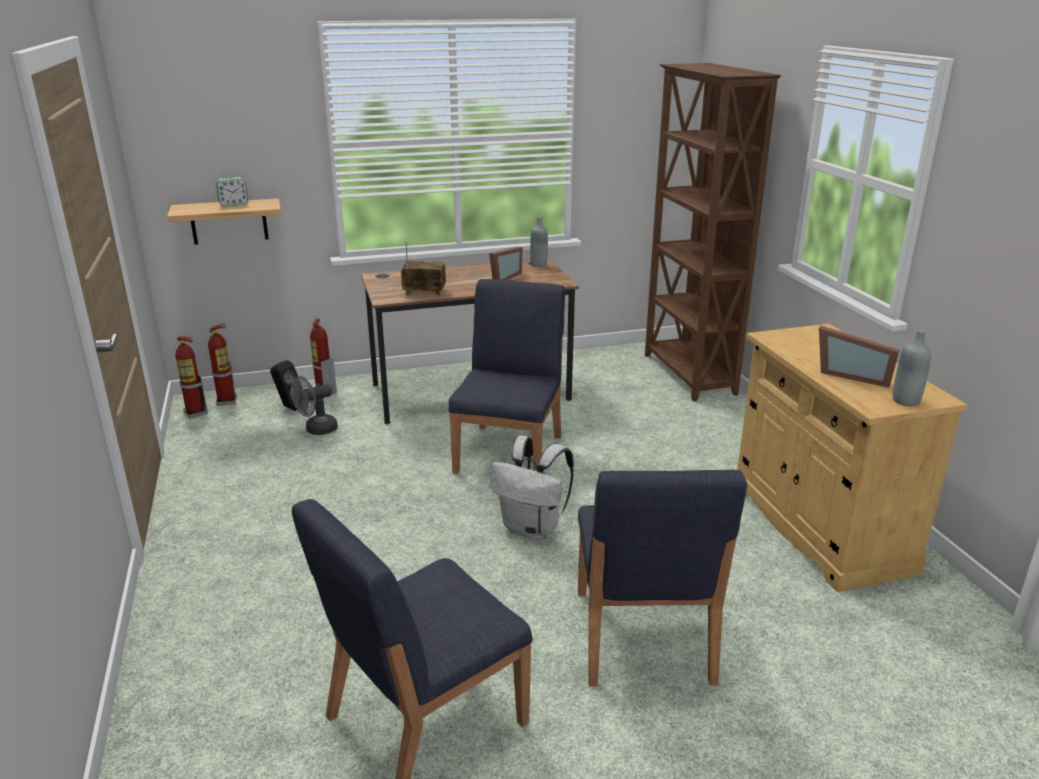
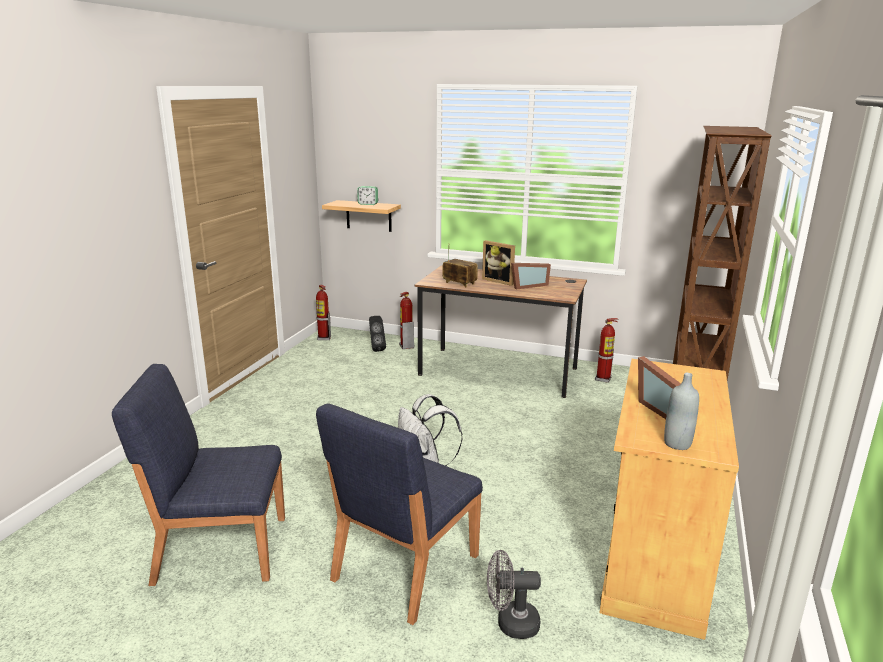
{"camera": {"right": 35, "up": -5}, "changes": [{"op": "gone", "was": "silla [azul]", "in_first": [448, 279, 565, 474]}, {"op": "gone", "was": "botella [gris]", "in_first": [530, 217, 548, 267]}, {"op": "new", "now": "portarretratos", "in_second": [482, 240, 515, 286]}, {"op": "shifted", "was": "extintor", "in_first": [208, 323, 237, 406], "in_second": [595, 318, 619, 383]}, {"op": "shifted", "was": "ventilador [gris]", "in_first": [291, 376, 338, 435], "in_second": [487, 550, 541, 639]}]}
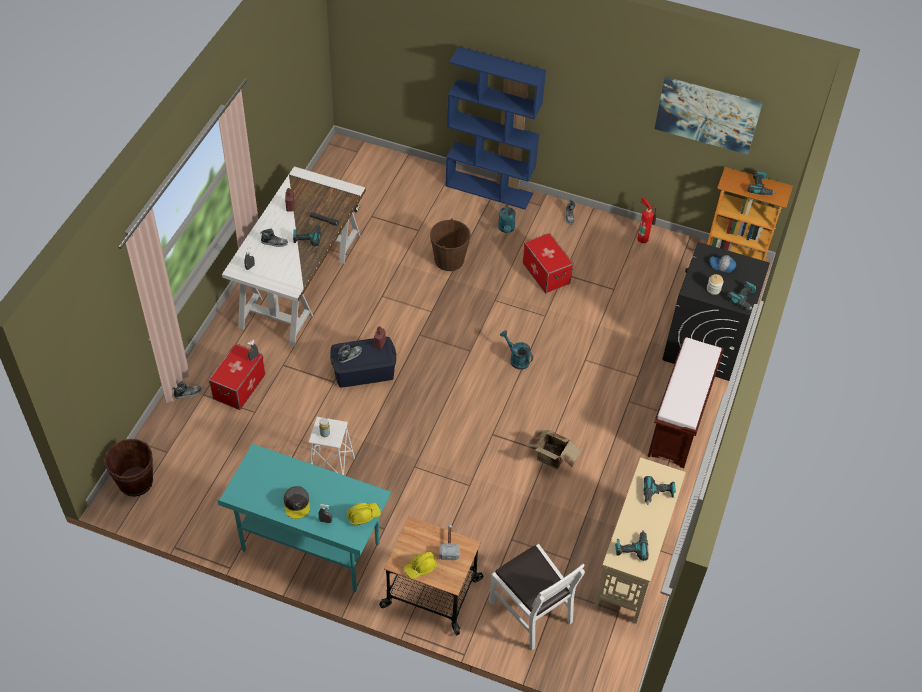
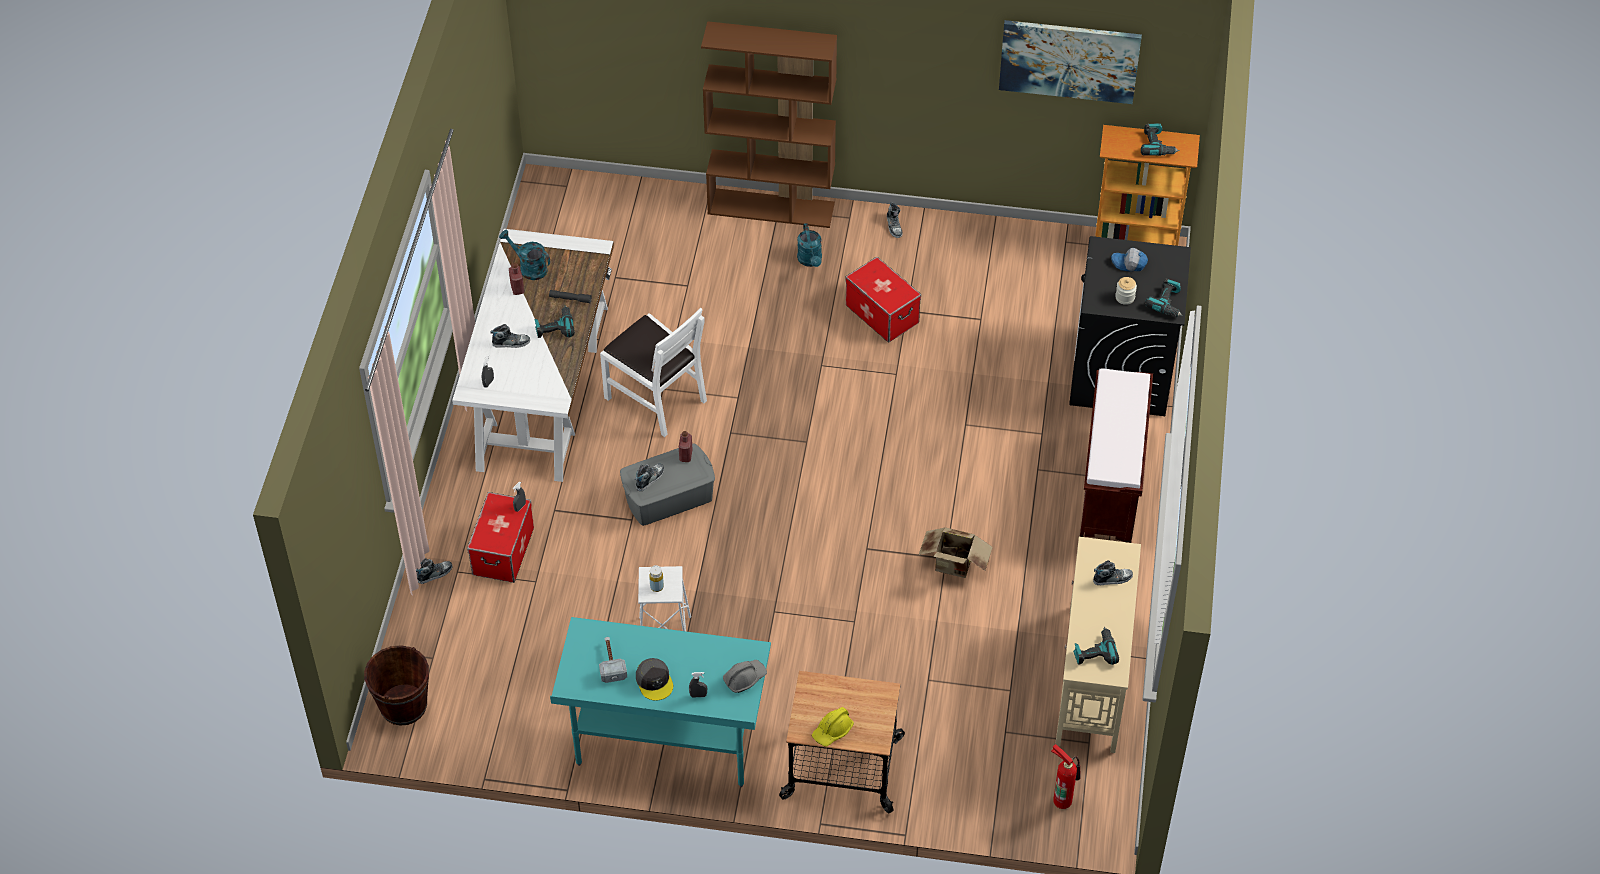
{"camera": {"right": -10, "up": 0}, "changes": [{"op": "gone", "was": "cubo [marrón]", "in_first": [430, 219, 471, 271]}, {"op": "shifted", "was": "martillo", "in_first": [439, 524, 459, 560], "in_second": [599, 637, 627, 683]}, {"op": "shifted", "was": "silla [blanco]", "in_first": [489, 544, 585, 650], "in_second": [600, 308, 707, 437]}, {"op": "shifted", "was": "regadera [turquesa]", "in_first": [500, 330, 533, 370], "in_second": [499, 230, 550, 280]}, {"op": "shifted", "was": "extintor", "in_first": [637, 197, 656, 243], "in_second": [1051, 744, 1081, 809]}, {"op": "swapped", "was": "taladro", "now": "zapato", "in_first": [644, 476, 676, 505], "in_second": [1093, 560, 1133, 585]}, {"op": "repainted", "was": "caja de almacenaje [azul]", "now": "caja de almacenaje [gris]", "in_first": [330, 337, 396, 388], "in_second": [620, 444, 715, 526]}, {"op": "repainted", "was": "casco [amarillo]", "now": "casco [gris]", "in_first": [347, 503, 381, 525], "in_second": [723, 660, 767, 693]}, {"op": "repainted", "was": "estantería [azul]", "now": "estantería [marrón]", "in_first": [446, 46, 546, 210], "in_second": [701, 21, 837, 228]}]}
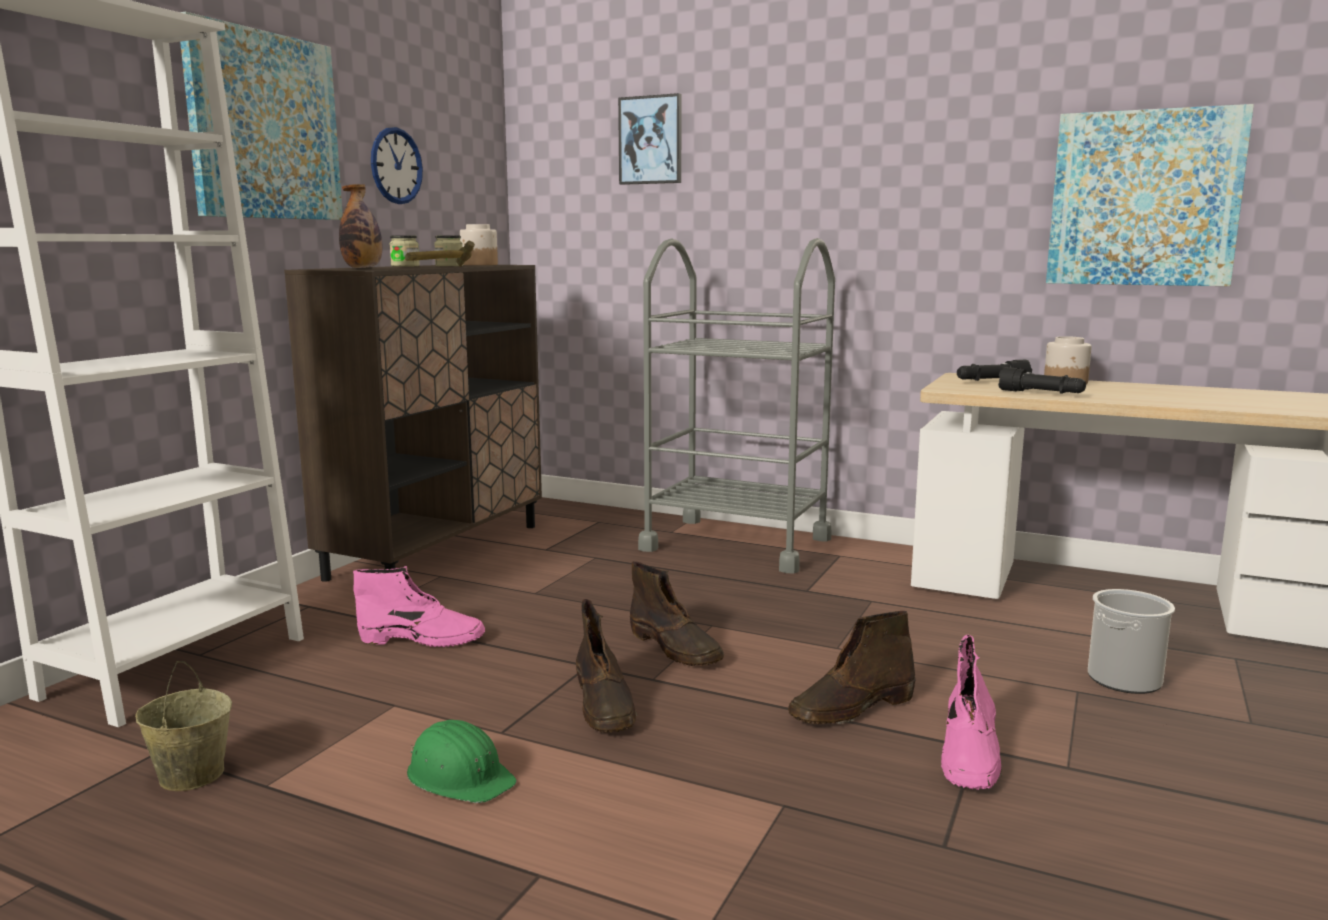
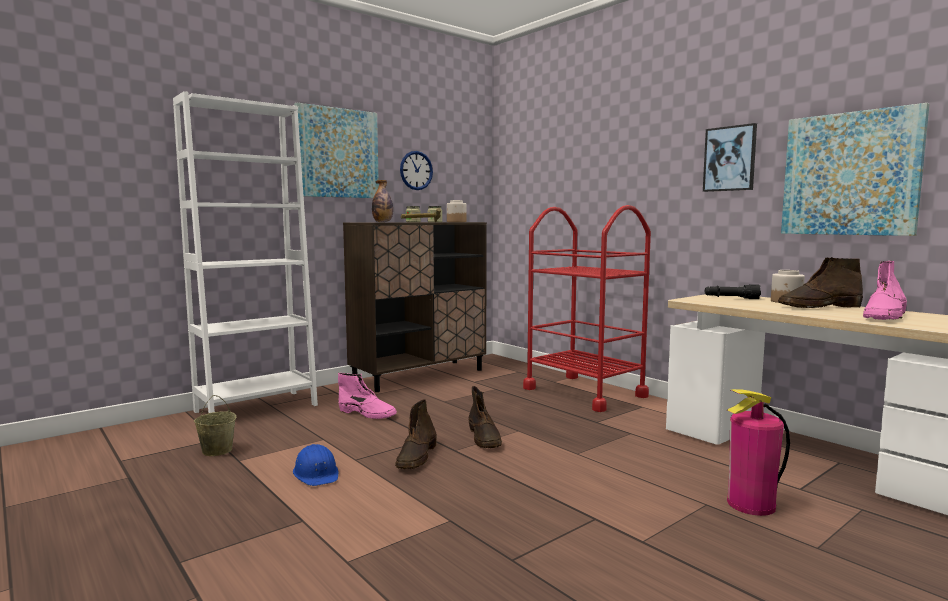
{"camera": {"right": 25, "up": -5}, "changes": [{"op": "gone", "was": "linterna [negro]", "in_first": [998, 367, 1086, 394]}, {"op": "shifted", "was": "cuadro", "in_first": [618, 93, 682, 185], "in_second": [703, 123, 757, 192]}, {"op": "shifted", "was": "bota [marrón]", "in_first": [788, 611, 916, 724], "in_second": [778, 257, 863, 308]}, {"op": "shifted", "was": "bota [rosa]", "in_first": [941, 635, 1002, 790], "in_second": [863, 261, 907, 320]}, {"op": "swapped", "was": "cubo", "now": "extintor", "in_first": [1088, 589, 1175, 694], "in_second": [727, 389, 790, 516]}, {"op": "repainted", "was": "casco [verde]", "now": "casco [azul]", "in_first": [407, 720, 517, 803], "in_second": [293, 444, 339, 486]}, {"op": "repainted", "was": "carrito [gris]", "now": "carrito [rojo]", "in_first": [638, 238, 835, 574], "in_second": [523, 205, 651, 412]}]}
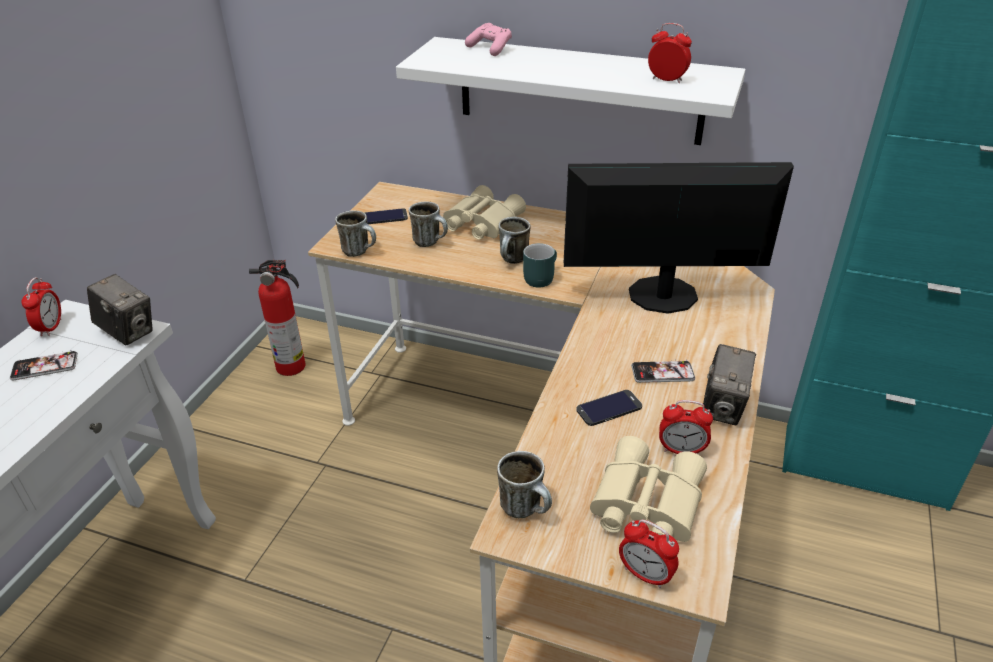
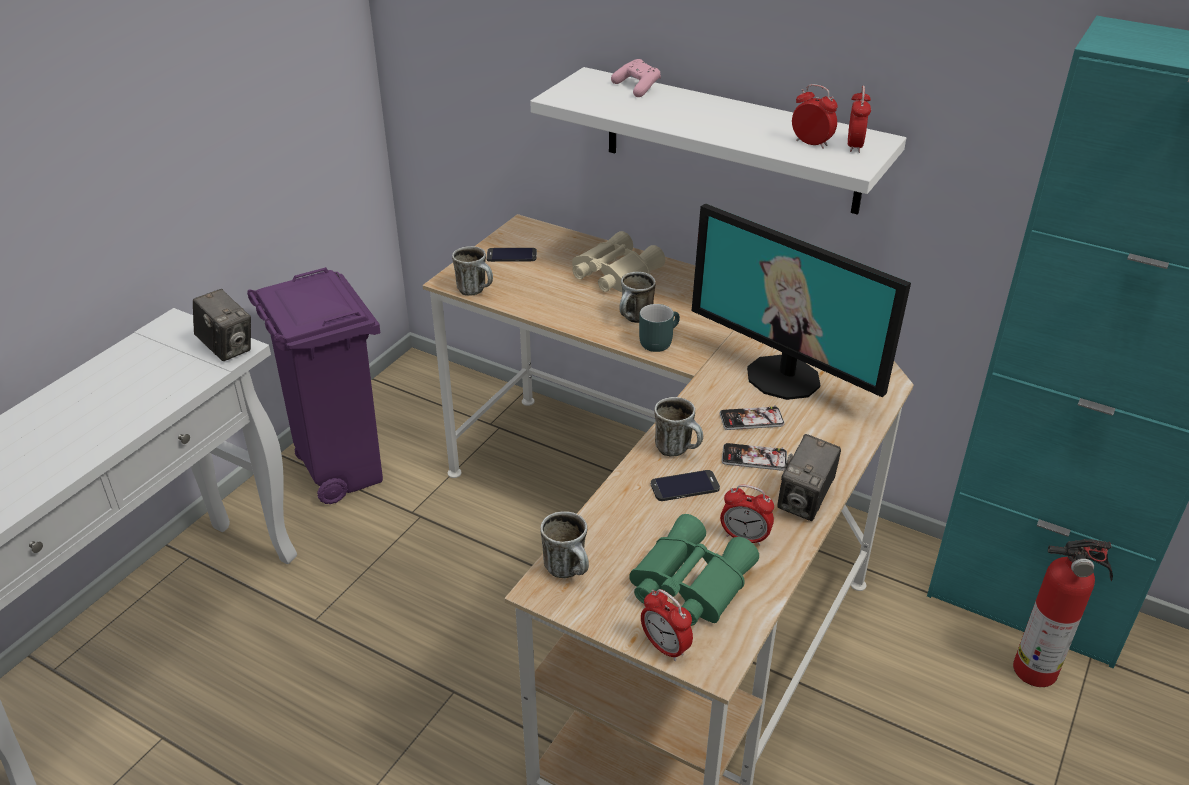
{"camera": {"right": 10, "up": 0}, "changes": [{"op": "new", "now": "papelera [morado]", "in_second": [247, 267, 383, 504]}, {"op": "shifted", "was": "móvil", "in_first": [10, 350, 78, 381], "in_second": [719, 405, 785, 430]}, {"op": "shifted", "was": "despertador", "in_first": [21, 277, 61, 336], "in_second": [848, 86, 871, 153]}, {"op": "shifted", "was": "extintor", "in_first": [249, 260, 306, 376], "in_second": [1013, 539, 1113, 687]}, {"op": "shifted", "was": "taza grande", "in_first": [409, 201, 448, 247], "in_second": [654, 397, 703, 457]}, {"op": "repainted", "was": "prismáticos [beis]", "now": "prismáticos [verde]", "in_first": [590, 436, 707, 542], "in_second": [629, 514, 759, 626]}, {"op": "rotated", "was": "monitor", "in_first": [564, 162, 794, 314], "in_second": [692, 203, 911, 400], "clockwise": -150}]}
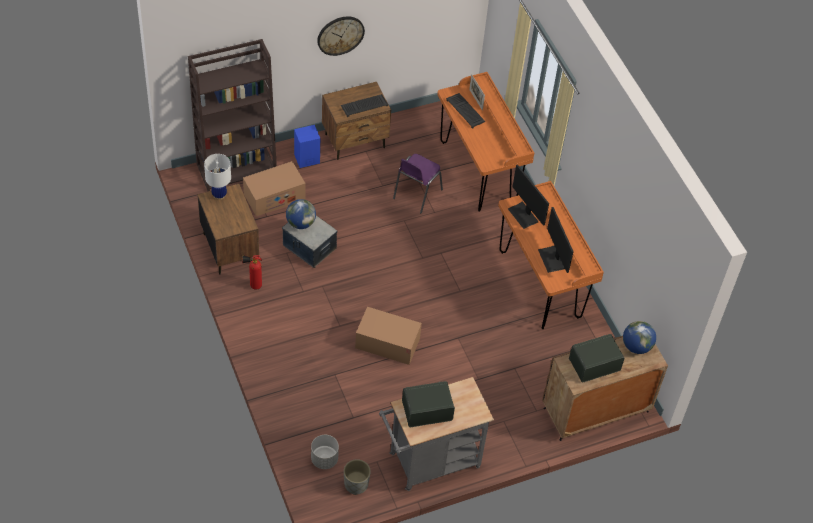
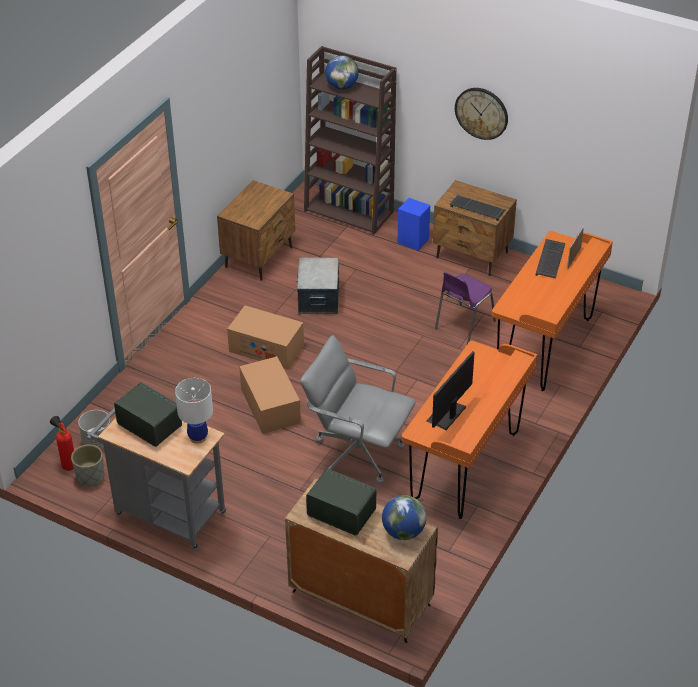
{"camera": {"right": 55, "up": -10}, "changes": [{"op": "gone", "was": "monitor", "in_first": [508, 165, 549, 229]}, {"op": "new", "now": "silla de oficina [gris]", "in_second": [300, 335, 416, 485]}, {"op": "shifted", "was": "lámpara de mesa [blanco]", "in_first": [204, 154, 231, 200], "in_second": [175, 378, 213, 444]}, {"op": "shifted", "was": "extintor", "in_first": [242, 255, 262, 290], "in_second": [50, 416, 74, 471]}, {"op": "shifted", "was": "caja de cartón", "in_first": [243, 161, 306, 216], "in_second": [227, 306, 304, 369]}, {"op": "shifted", "was": "globo terráqueo", "in_first": [286, 199, 316, 229], "in_second": [325, 55, 359, 90]}, {"op": "rotated", "was": "silla [morado]", "in_first": [393, 154, 443, 214], "in_second": [435, 272, 496, 344], "clockwise": -45}]}
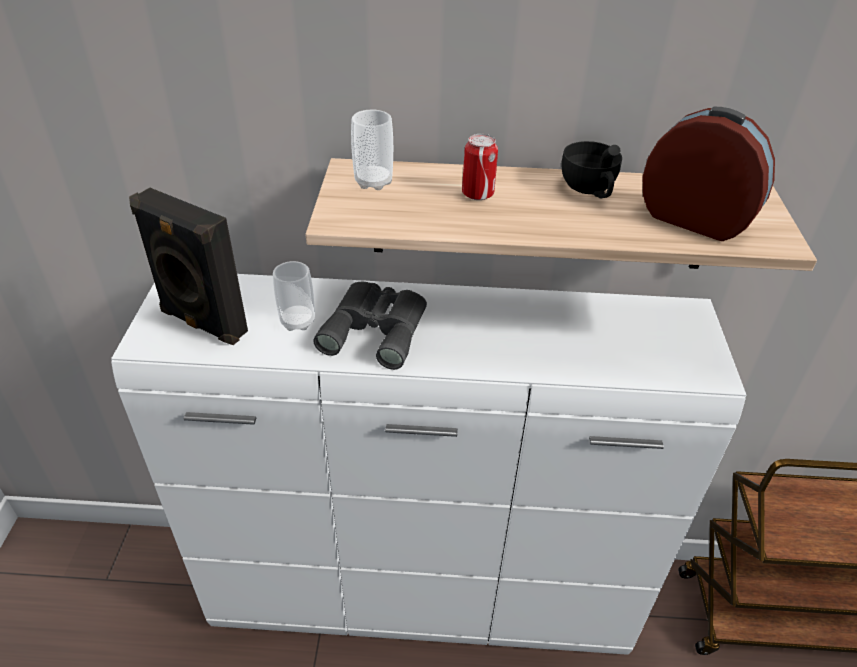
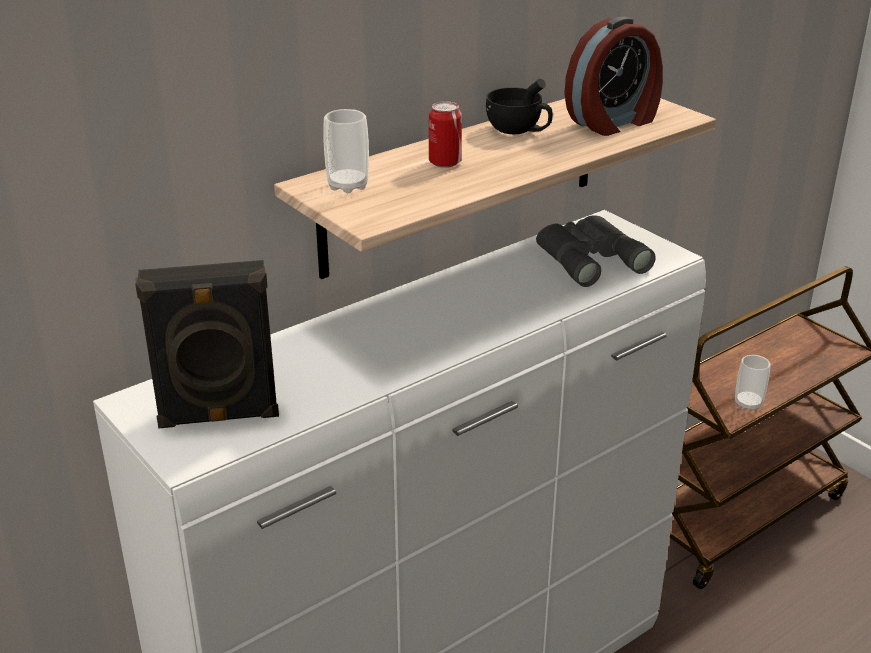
{"camera": {"right": -40, "up": -10}, "changes": [{"op": "shifted", "was": "taza", "in_first": [273, 261, 315, 331], "in_second": [735, 355, 770, 411]}, {"op": "shifted", "was": "prismáticos [gris]", "in_first": [313, 282, 427, 370], "in_second": [536, 215, 656, 287]}, {"op": "rotated", "was": "despertador", "in_first": [643, 107, 775, 241], "in_second": [564, 17, 663, 136], "clockwise": 150}]}
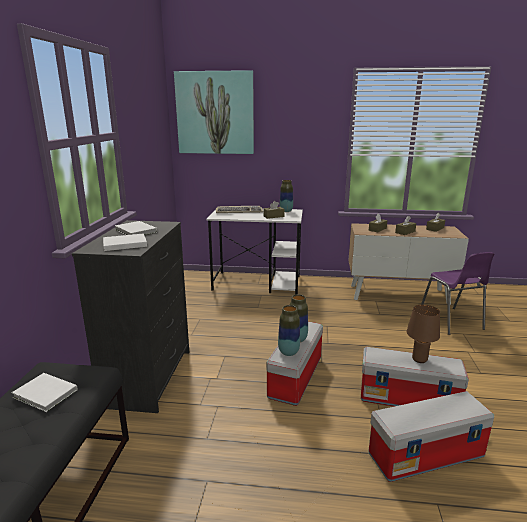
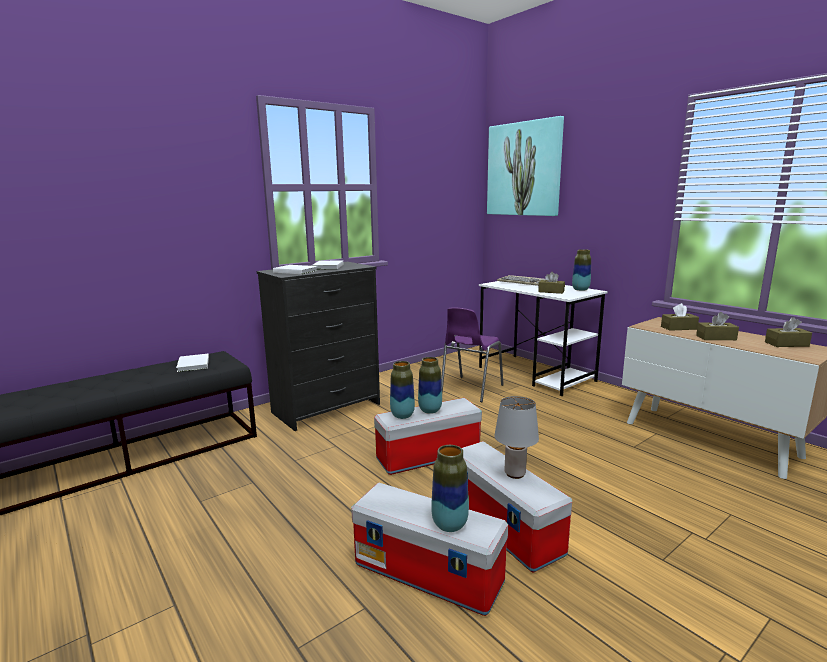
{"camera": {"right": 45, "up": -5}, "changes": [{"op": "new", "now": "florero", "in_second": [431, 445, 469, 532]}, {"op": "shifted", "was": "silla [morado]", "in_first": [421, 252, 495, 335], "in_second": [441, 307, 504, 402]}, {"op": "repainted", "was": "lámpara de mesa [marrón]", "now": "lámpara de mesa [gris]", "in_first": [407, 305, 440, 363], "in_second": [494, 396, 539, 479]}]}
